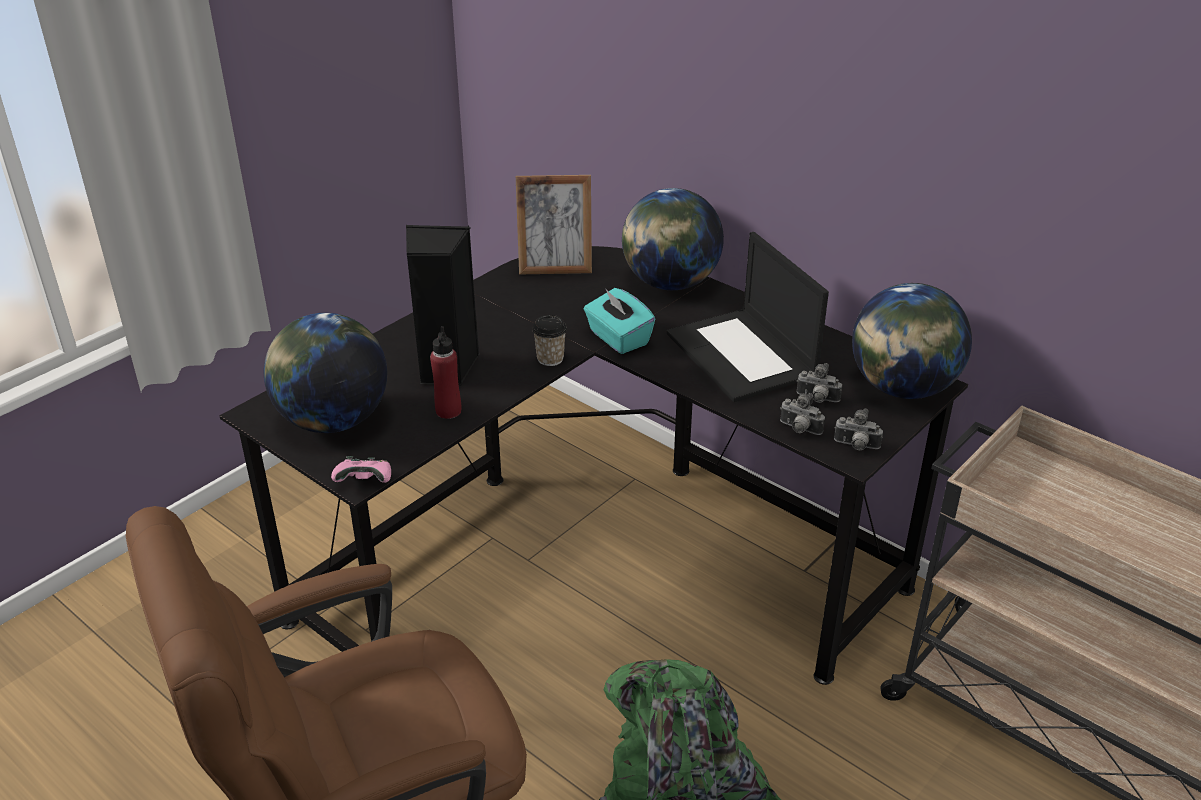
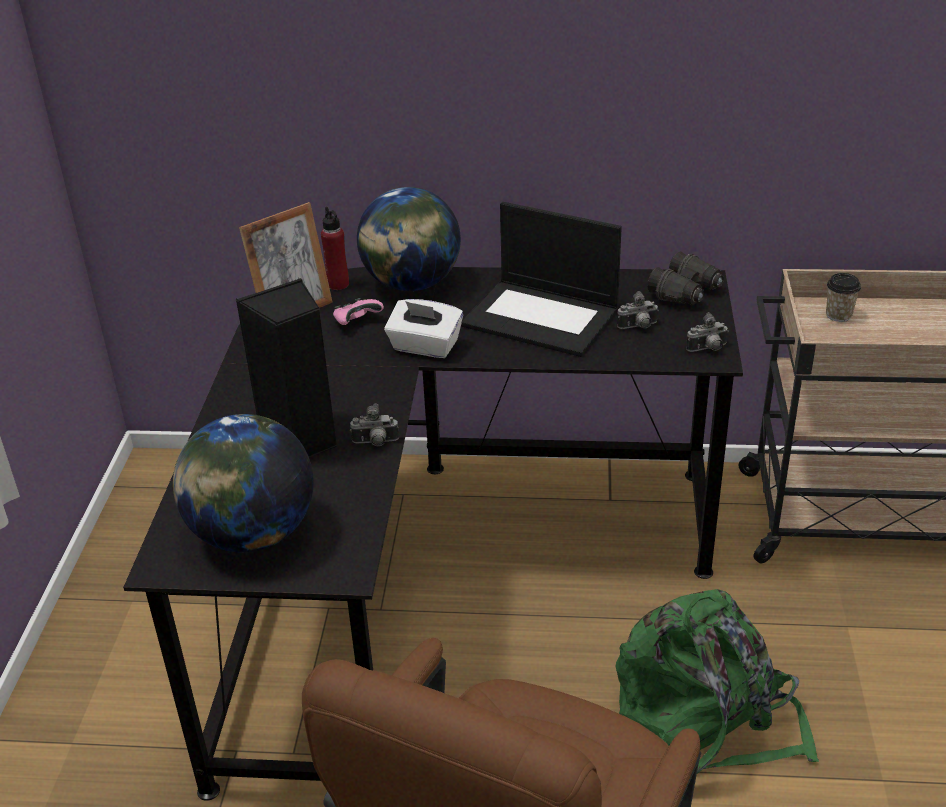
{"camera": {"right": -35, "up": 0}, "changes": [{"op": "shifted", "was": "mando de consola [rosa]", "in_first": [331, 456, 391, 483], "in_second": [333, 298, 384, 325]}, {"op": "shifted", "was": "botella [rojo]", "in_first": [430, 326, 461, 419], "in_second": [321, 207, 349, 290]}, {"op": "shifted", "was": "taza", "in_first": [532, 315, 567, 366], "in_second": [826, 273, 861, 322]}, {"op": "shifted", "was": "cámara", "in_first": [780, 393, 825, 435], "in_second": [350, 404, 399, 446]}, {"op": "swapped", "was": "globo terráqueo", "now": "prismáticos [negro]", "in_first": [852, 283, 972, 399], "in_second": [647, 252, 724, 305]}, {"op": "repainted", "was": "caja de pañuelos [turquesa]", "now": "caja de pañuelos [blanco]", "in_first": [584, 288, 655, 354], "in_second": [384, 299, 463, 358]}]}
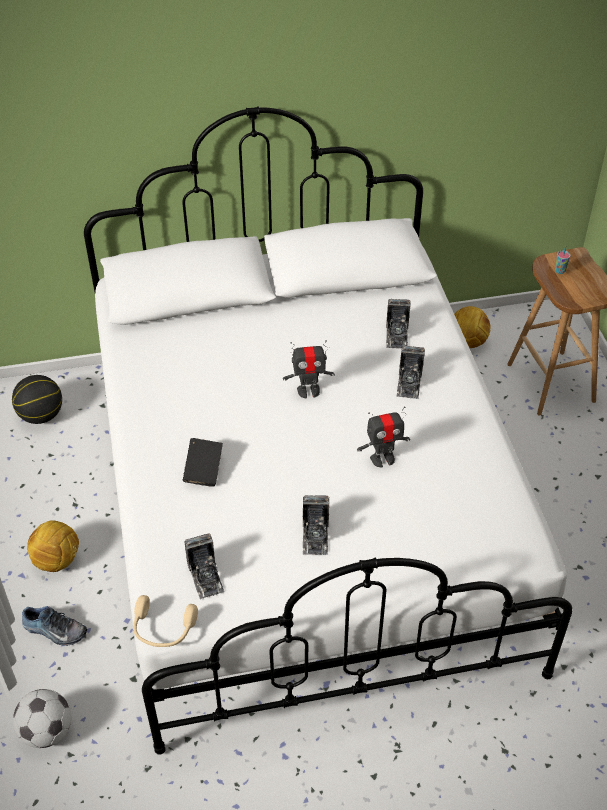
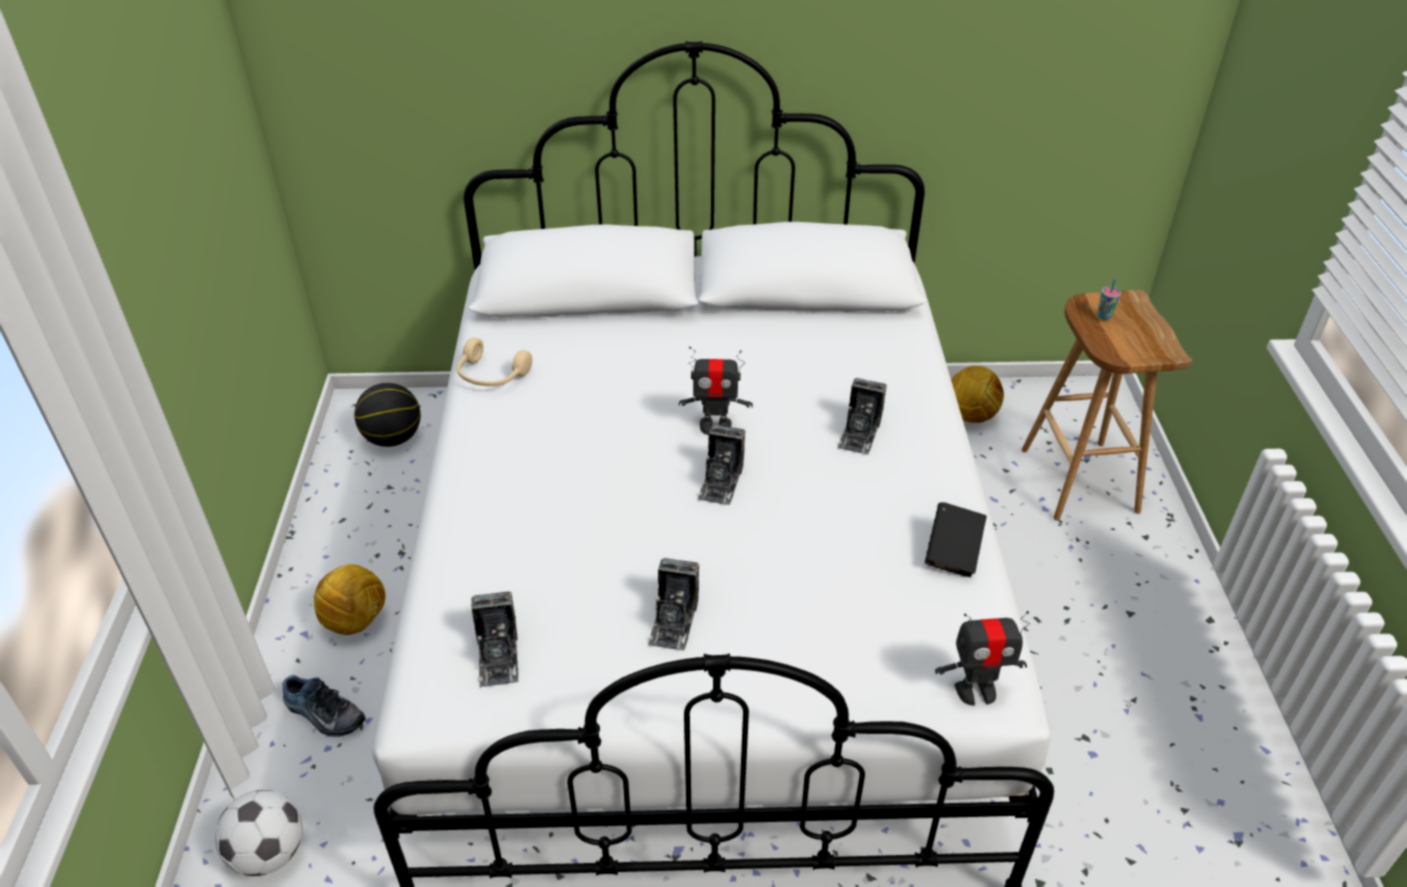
{"camera": {"right": 10, "up": -5}, "changes": [{"op": "shifted", "was": "auriculares [beis]", "in_first": [133, 595, 198, 647], "in_second": [457, 338, 532, 386]}, {"op": "shifted", "was": "libro [negro]", "in_first": [183, 438, 223, 487], "in_second": [925, 502, 987, 577]}, {"op": "shifted", "was": "robot de juguete", "in_first": [357, 406, 410, 467], "in_second": [935, 611, 1030, 706]}, {"op": "shifted", "was": "cámara", "in_first": [386, 299, 410, 349], "in_second": [697, 425, 745, 505]}]}
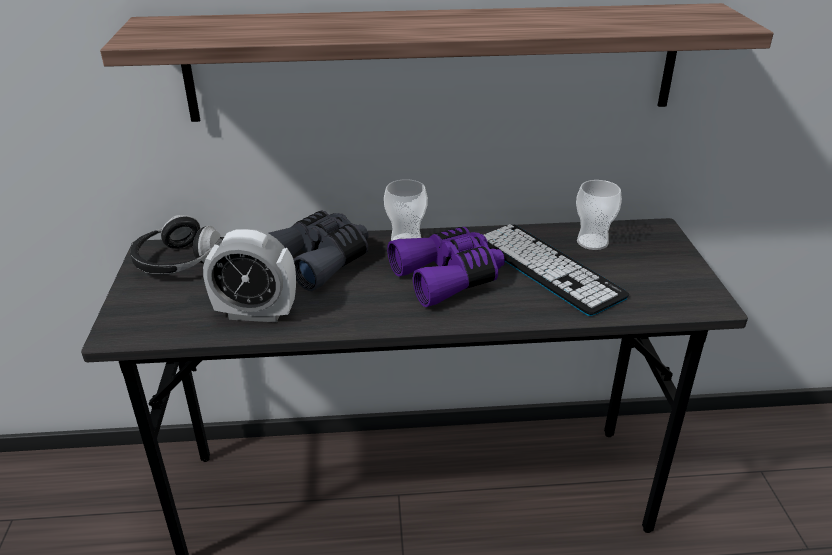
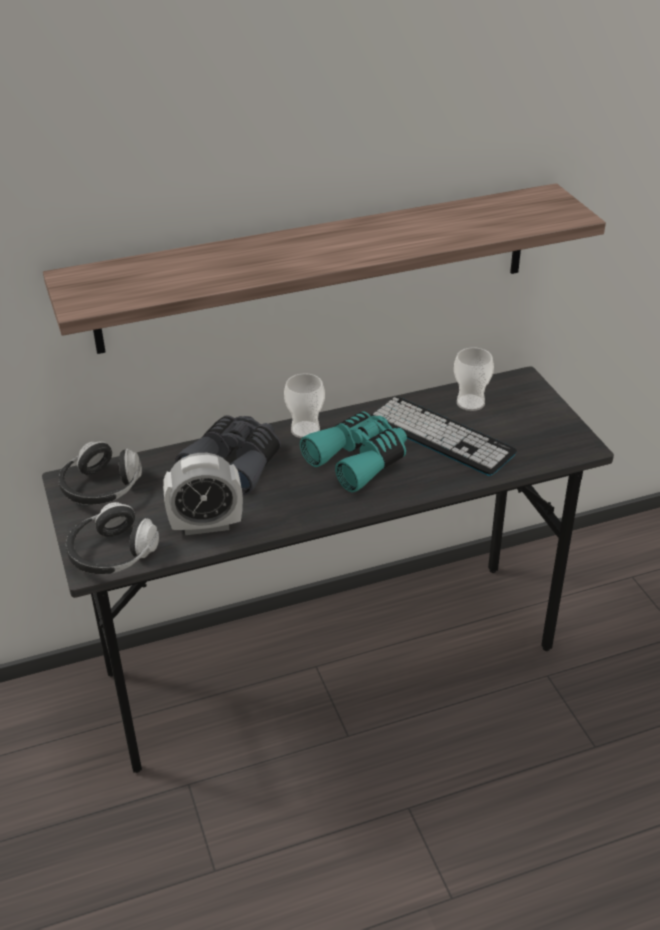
{"camera": {"right": -15, "up": 5}, "changes": [{"op": "new", "now": "auriculares", "in_second": [66, 502, 159, 574]}, {"op": "repainted", "was": "prismáticos [morado]", "now": "prismáticos [turquesa]", "in_first": [387, 227, 505, 307], "in_second": [300, 411, 407, 493]}]}
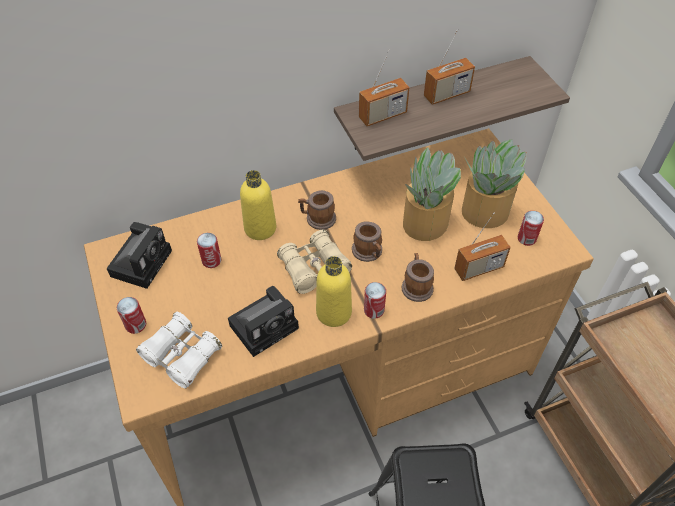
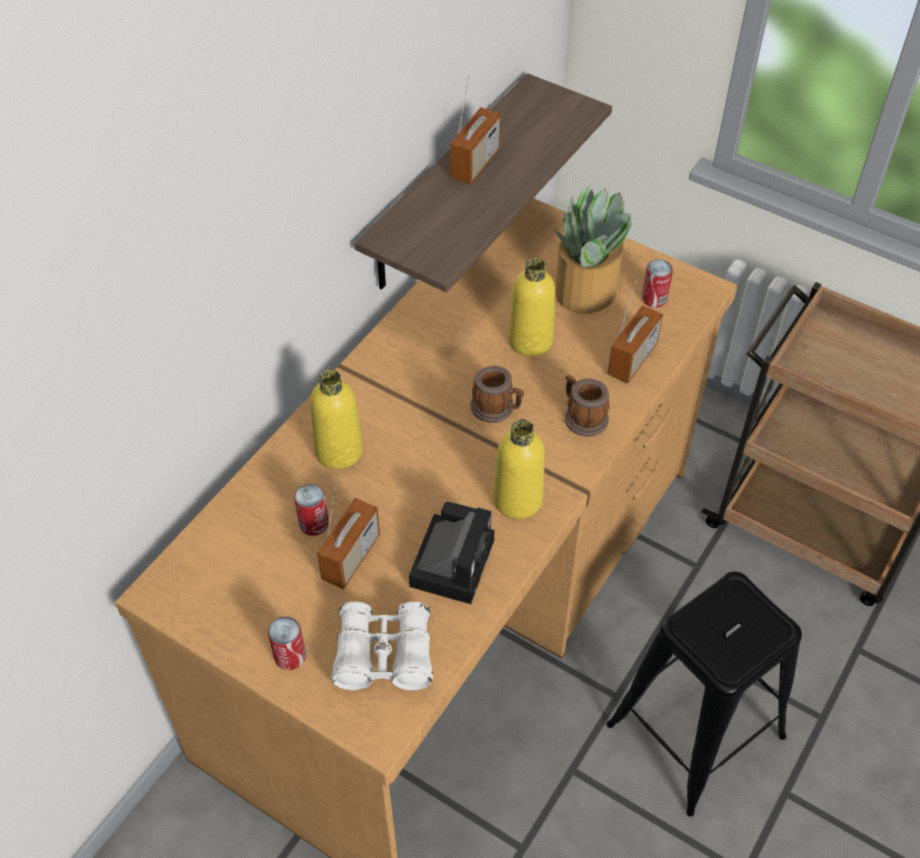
{"camera": {"right": -35, "up": 0}, "changes": [{"op": "gone", "was": "cámara", "in_first": [107, 222, 172, 289]}, {"op": "gone", "was": "prismáticos [beis]", "in_first": [277, 230, 352, 294]}, {"op": "gone", "was": "taza grande", "in_first": [298, 190, 336, 230]}, {"op": "gone", "was": "lata", "in_first": [364, 282, 386, 319]}, {"op": "shifted", "was": "radio", "in_first": [359, 50, 410, 126], "in_second": [317, 480, 380, 589]}, {"op": "swapped", "was": "planta en maceta", "now": "botella [amarillo]", "in_first": [403, 147, 461, 241], "in_second": [508, 258, 555, 356]}]}
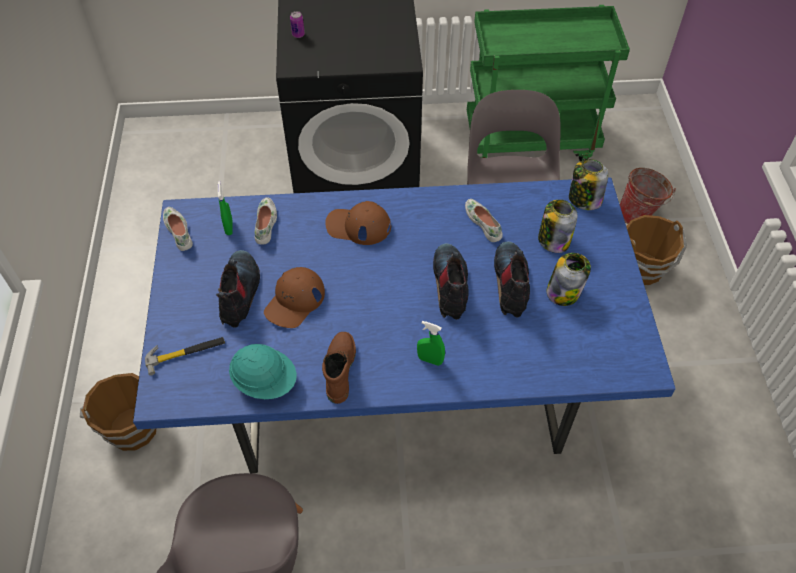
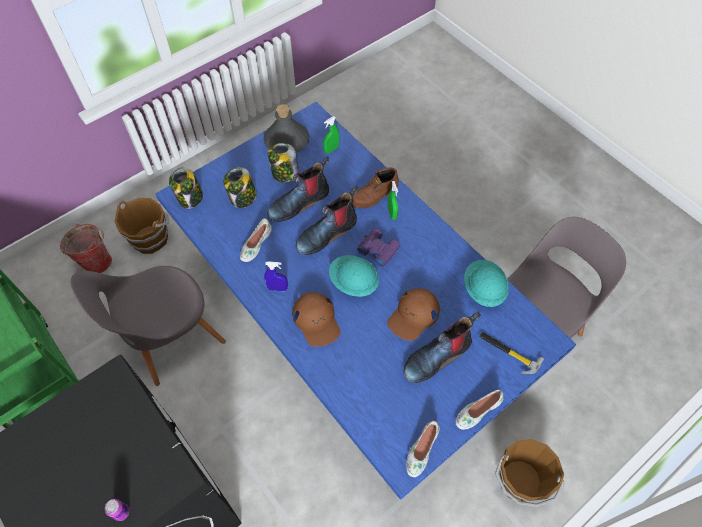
{"camera": {"right": -125, "up": 5}, "changes": [{"op": "new", "now": "botella [gris]", "in_second": [263, 104, 310, 153]}, {"op": "new", "now": "pulverizador [azul]", "in_second": [264, 262, 288, 291]}, {"op": "new", "now": "casco [turquesa]", "in_second": [329, 255, 379, 297]}, {"op": "new", "now": "prismáticos [morado]", "in_second": [357, 228, 400, 267]}, {"op": "shifted", "was": "pulverizador [verde]", "in_first": [218, 181, 233, 235], "in_second": [323, 116, 339, 154]}, {"op": "shifted", "was": "zapato [blanco]", "in_first": [255, 197, 277, 244], "in_second": [455, 390, 503, 430]}, {"op": "shifted", "was": "bota [marrón]", "in_first": [322, 332, 356, 404], "in_second": [351, 167, 399, 208]}, {"op": "rotated", "was": "gorra [marrón]", "in_first": [264, 267, 325, 328], "in_second": [387, 288, 440, 341], "clockwise": 135}]}
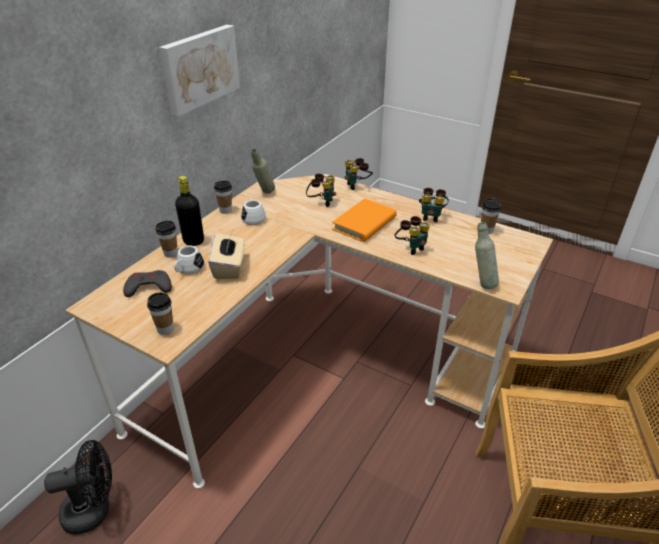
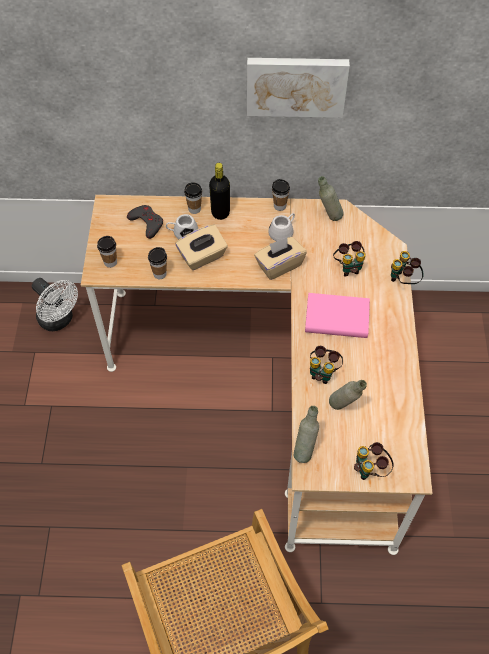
{"camera": {"right": 60, "up": 20}, "changes": [{"op": "new", "now": "caja de pañuelos [beis]", "in_second": [254, 237, 307, 280]}, {"op": "new", "now": "botella [gris]", "in_second": [329, 380, 367, 410]}, {"op": "shifted", "was": "prismáticos", "in_first": [419, 188, 449, 222], "in_second": [354, 442, 394, 480]}, {"op": "shifted", "was": "taza", "in_first": [481, 198, 501, 234], "in_second": [148, 247, 167, 279]}, {"op": "repainted", "was": "ventilador [negro]", "now": "ventilador [blanco]", "in_first": [44, 440, 112, 535], "in_second": [32, 278, 78, 331]}, {"op": "repainted", "was": "libro [naranja]", "now": "libro [rosa]", "in_first": [332, 198, 397, 242], "in_second": [305, 293, 370, 338]}]}
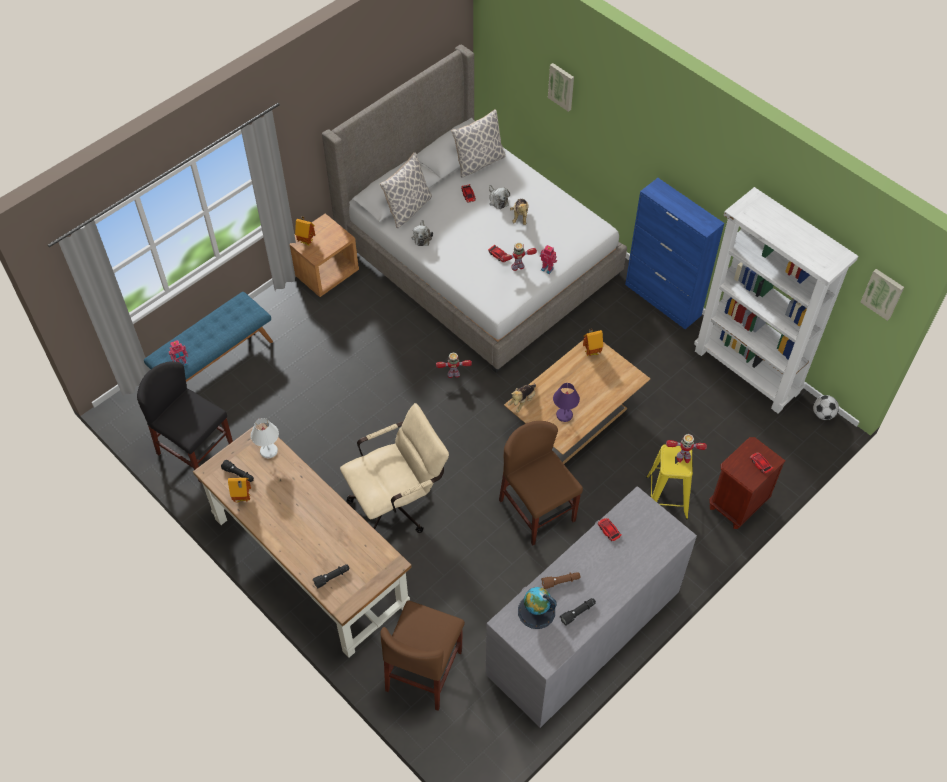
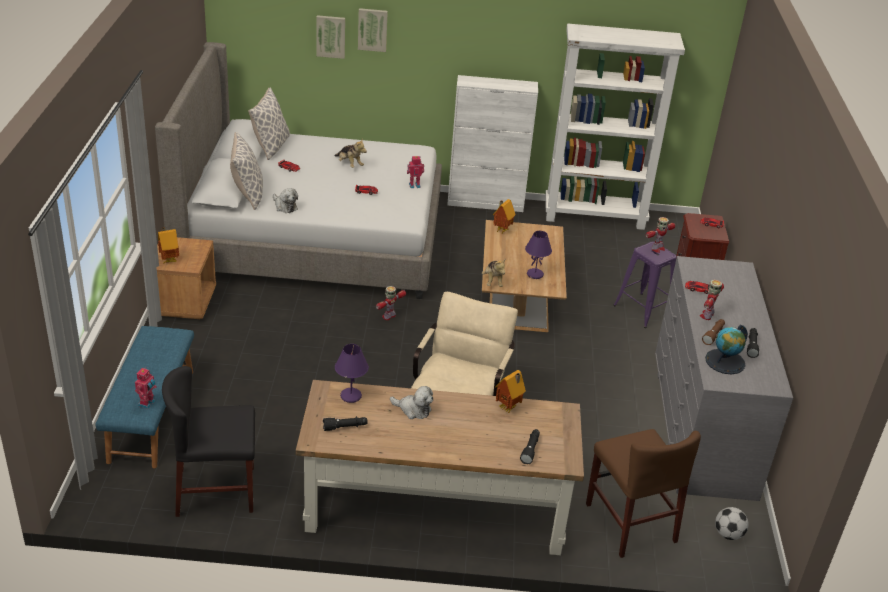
{"camera": {"right": -45, "up": -20}, "changes": [{"op": "gone", "was": "silla [marrón]", "in_first": [499, 421, 583, 545]}, {"op": "shifted", "was": "casita", "in_first": [228, 478, 251, 503], "in_second": [495, 370, 526, 413]}, {"op": "shifted", "was": "peluche", "in_first": [489, 185, 510, 209], "in_second": [390, 386, 433, 419]}, {"op": "shifted", "was": "robot de juguete", "in_first": [501, 242, 537, 271], "in_second": [700, 280, 724, 320]}, {"op": "shifted", "was": "balón de fútbol", "in_first": [813, 395, 839, 420], "in_second": [715, 507, 749, 540]}, {"op": "shifted", "was": "cuadro", "in_first": [860, 269, 904, 321], "in_second": [358, 8, 388, 52]}, {"op": "repainted", "was": "lámpara de mesa [blanco]", "now": "lámpara de mesa [morado]", "in_first": [250, 418, 279, 458], "in_second": [335, 344, 369, 403]}, {"op": "repainted", "was": "armario [azul]", "now": "armario [blanco]", "in_first": [625, 178, 724, 329], "in_second": [447, 75, 538, 212]}, {"op": "repainted", "was": "taburete [amarillo]", "now": "taburete [morado]", "in_first": [646, 444, 693, 519], "in_second": [613, 241, 676, 328]}]}
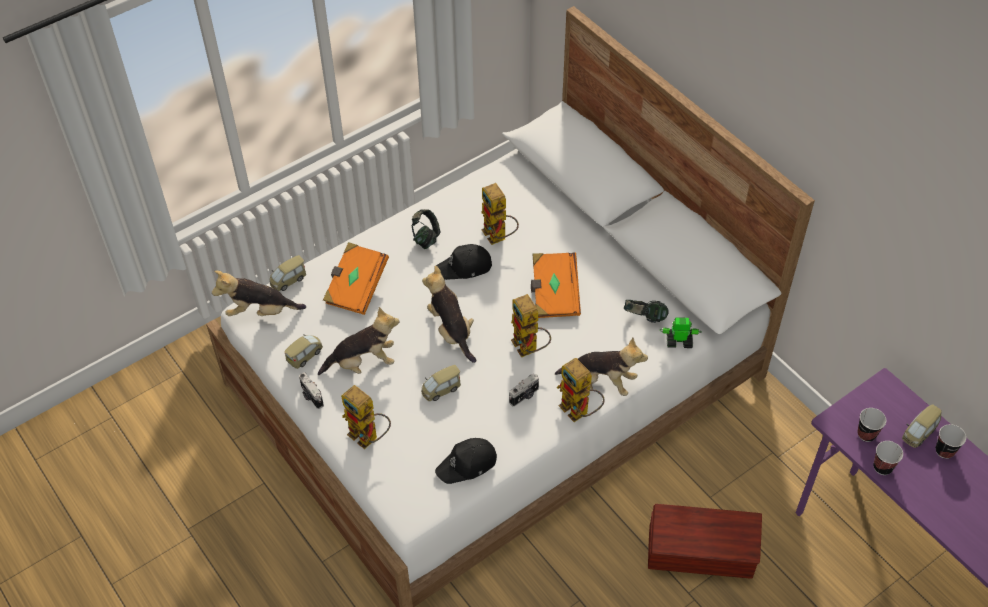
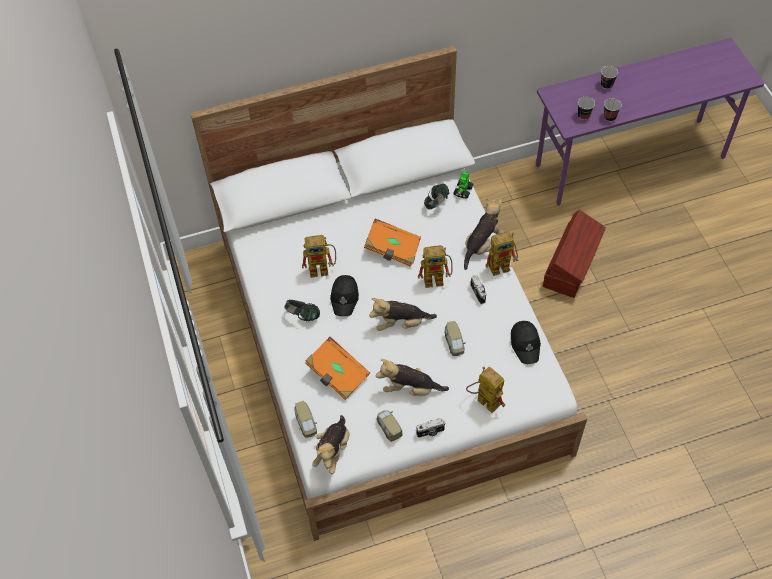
{"camera": {"right": -70, "up": 5}, "changes": [{"op": "gone", "was": "coche de juguete", "in_first": [902, 404, 942, 448]}, {"op": "rotated", "was": "peluche", "in_first": [318, 307, 399, 375], "in_second": [376, 359, 449, 396], "clockwise": -90}, {"op": "rotated", "was": "robot de juguete", "in_first": [341, 385, 391, 449], "in_second": [466, 367, 505, 413], "clockwise": -105}]}
